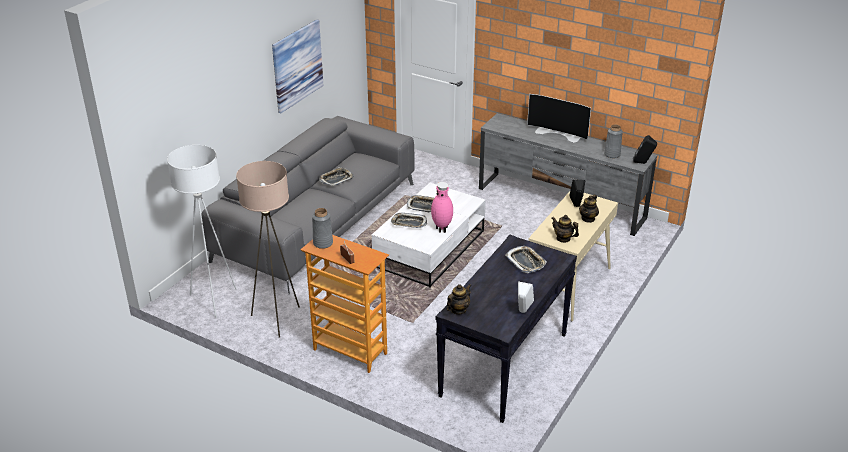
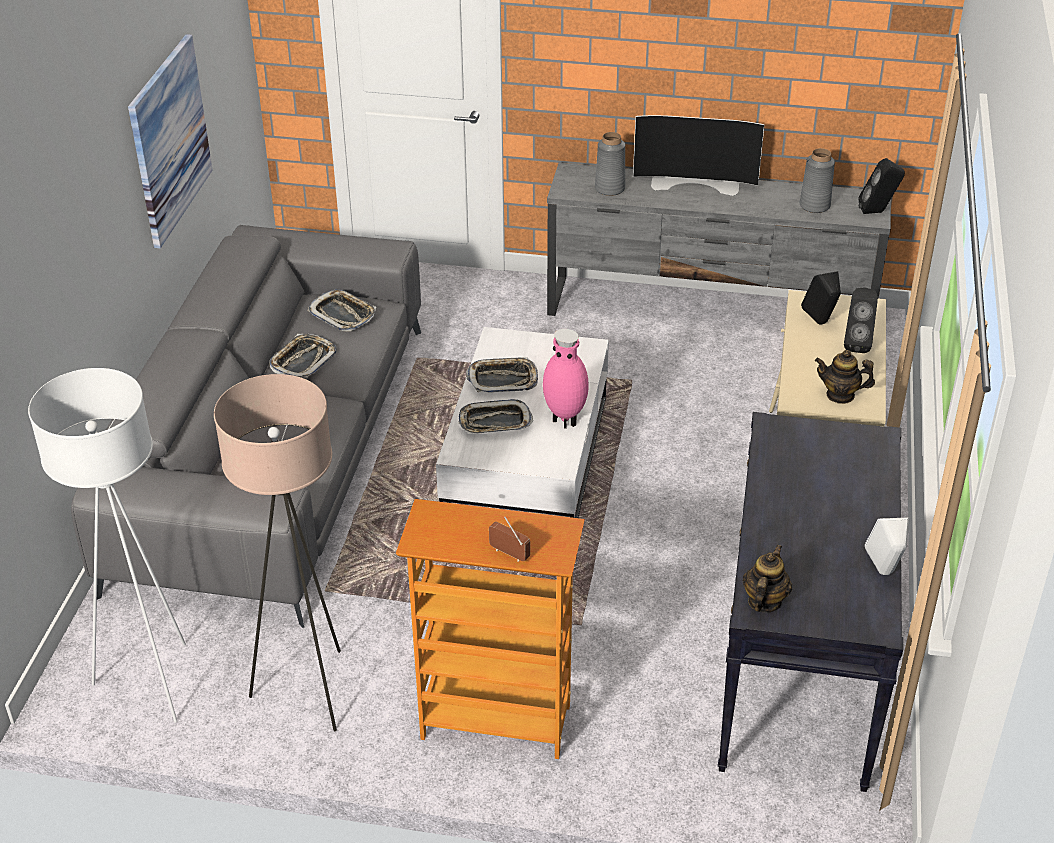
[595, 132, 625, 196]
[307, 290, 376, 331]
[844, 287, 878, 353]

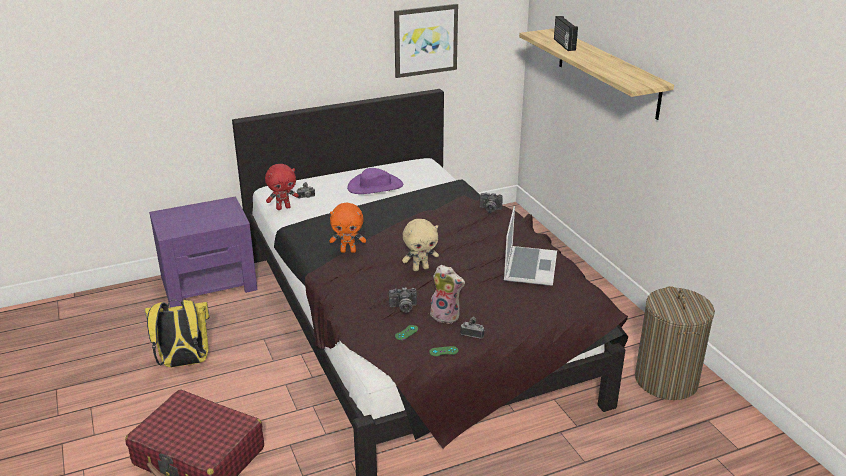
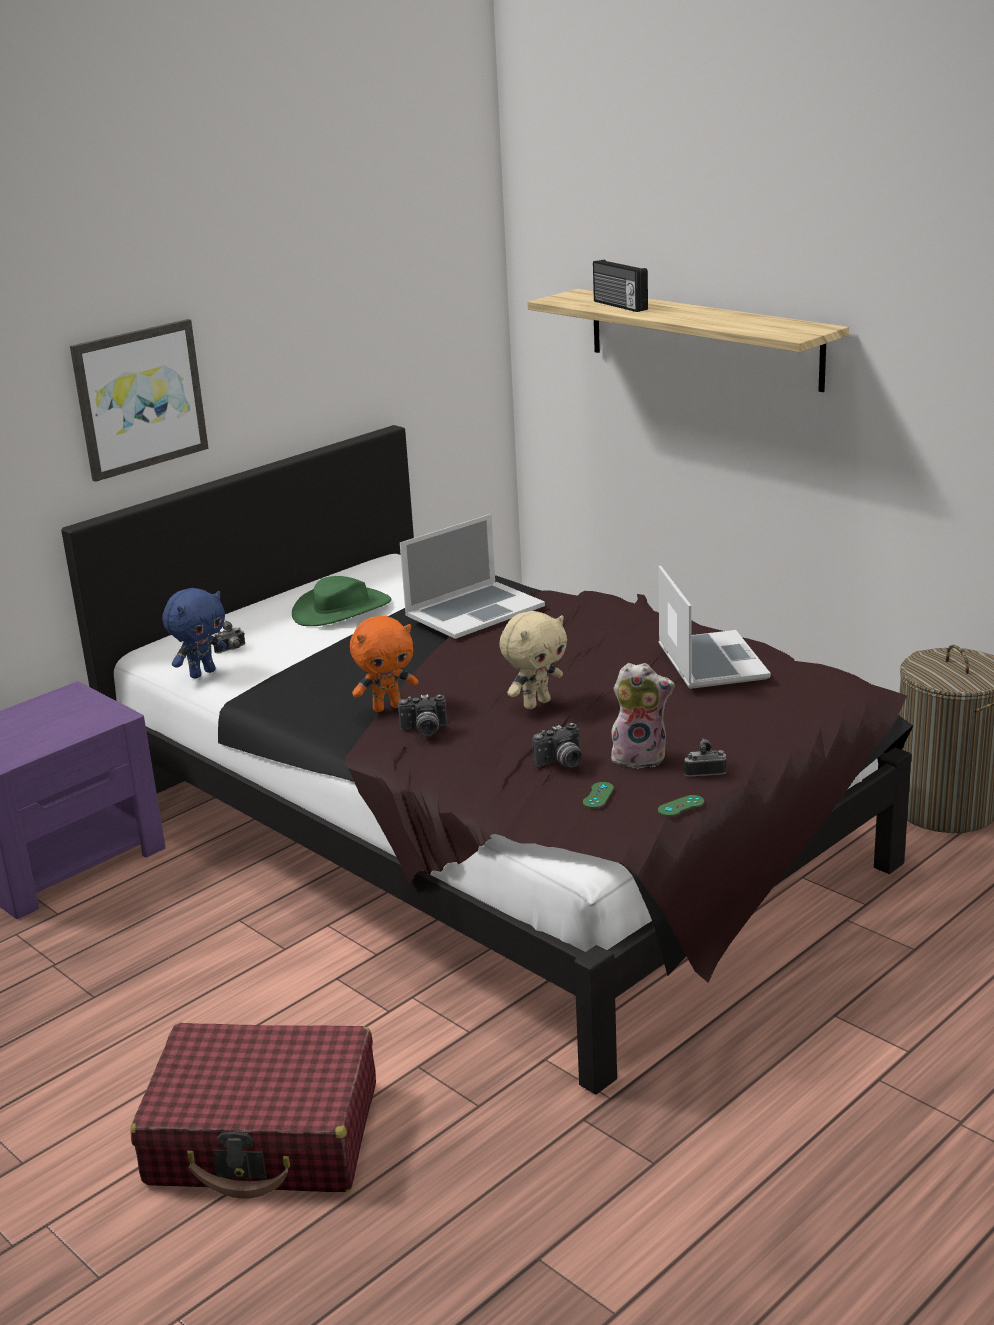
[145, 300, 210, 367] (first image)
[400, 514, 545, 639]
[70, 319, 209, 482]
[398, 694, 447, 736]
[162, 588, 227, 679]
[292, 576, 392, 626]

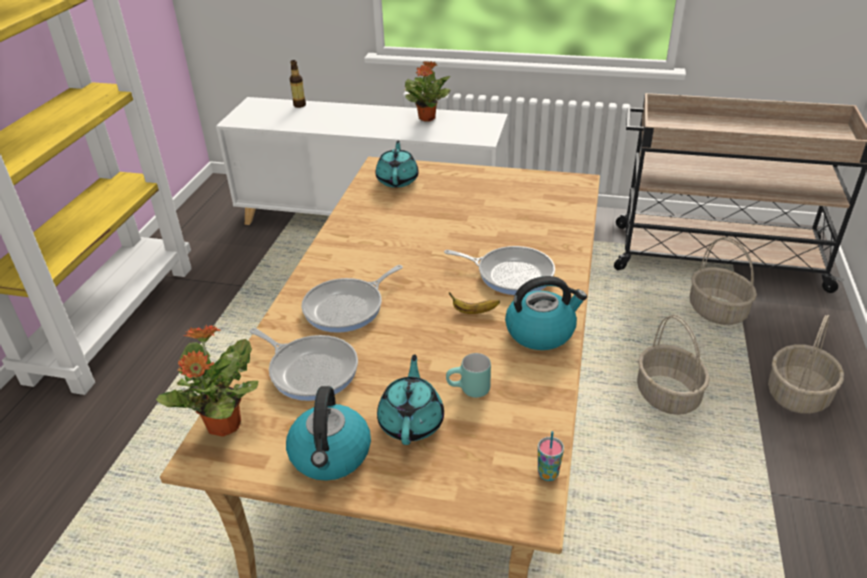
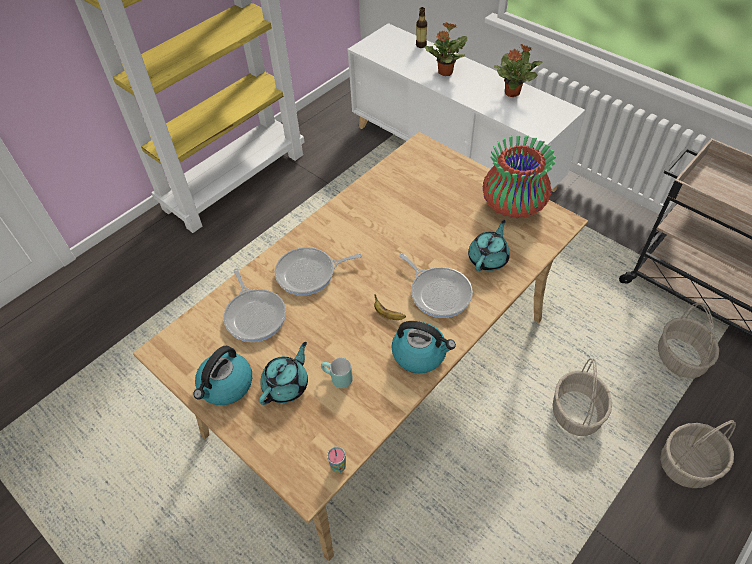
[483, 135, 556, 218]
[424, 22, 467, 76]
[468, 220, 510, 271]

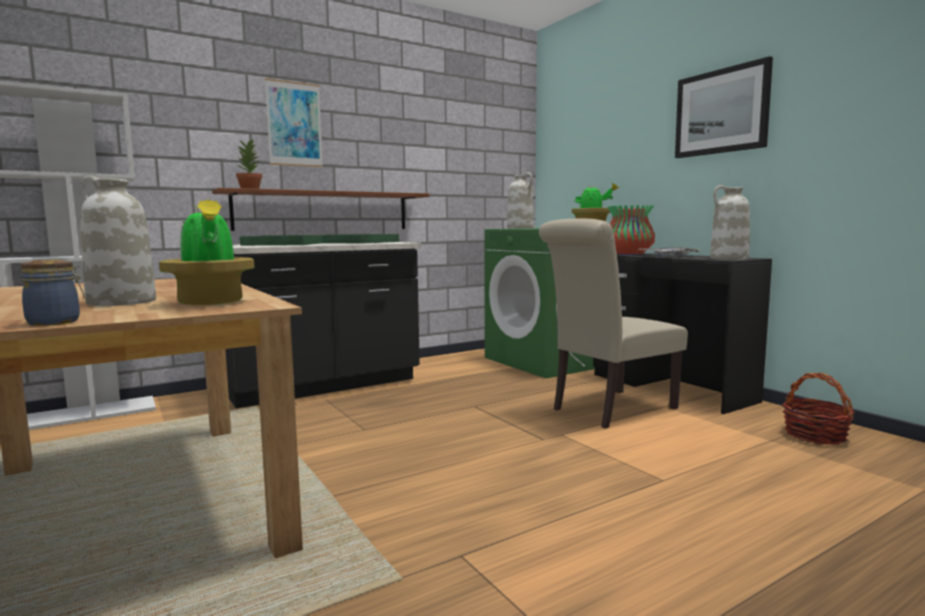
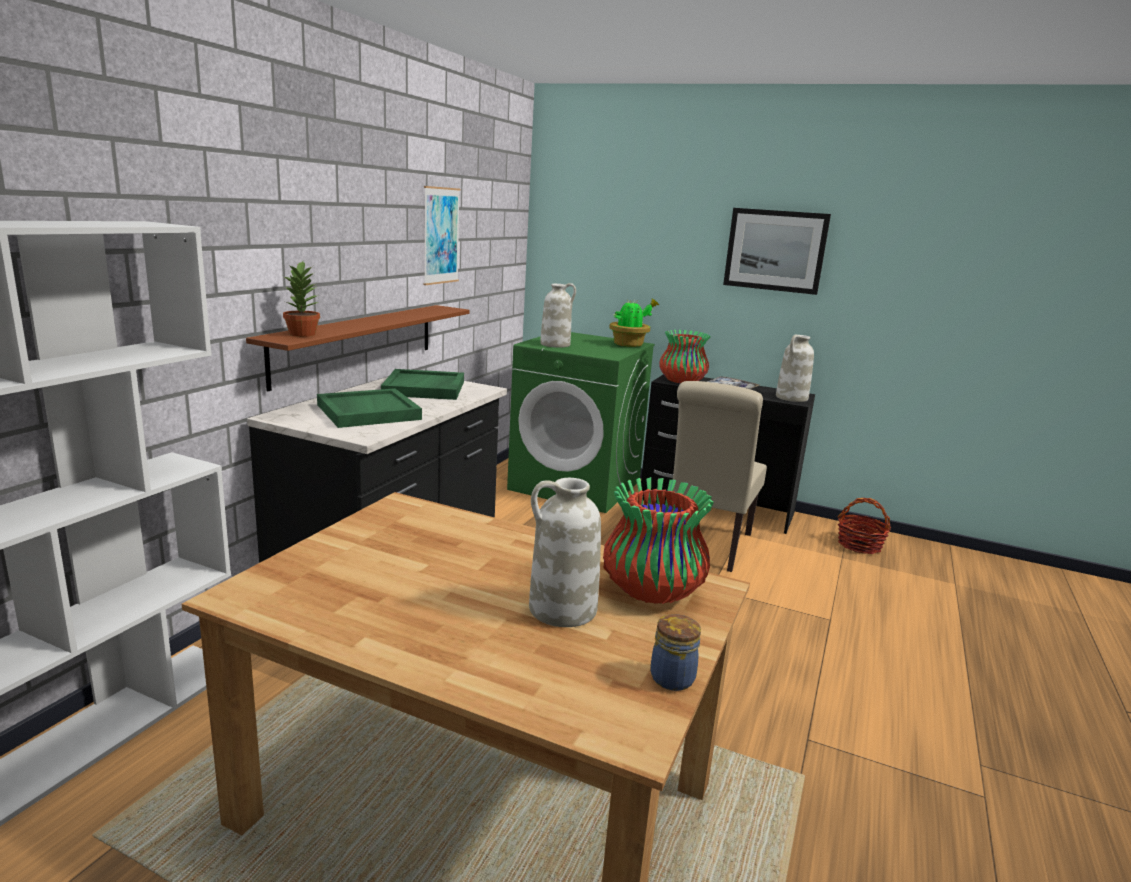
[424, 186, 461, 285]
[603, 477, 714, 604]

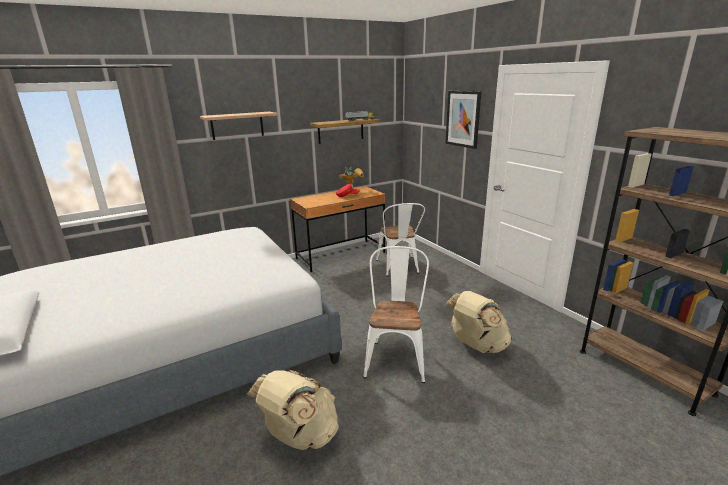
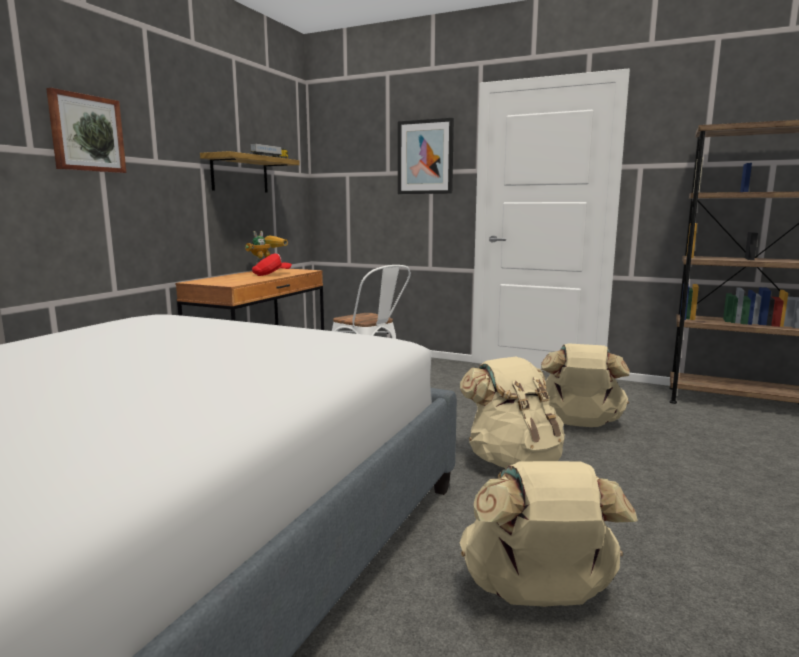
[46, 88, 126, 173]
[460, 357, 565, 468]

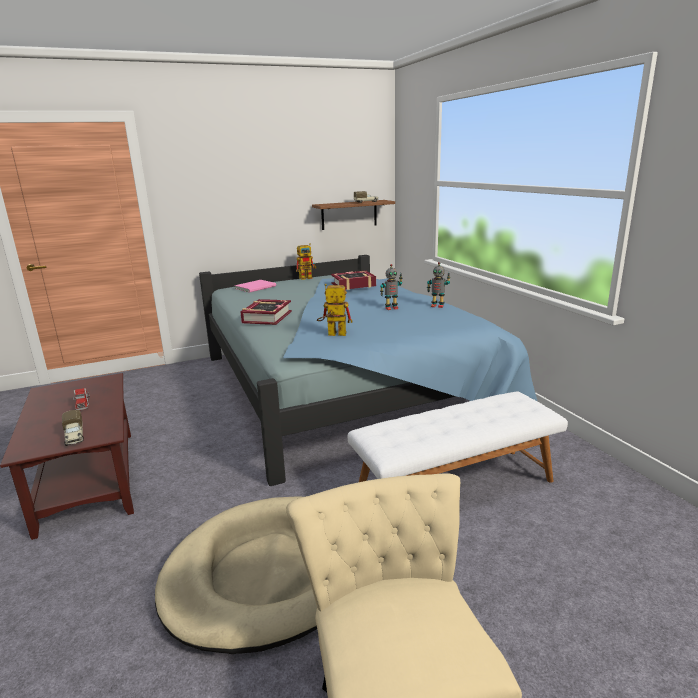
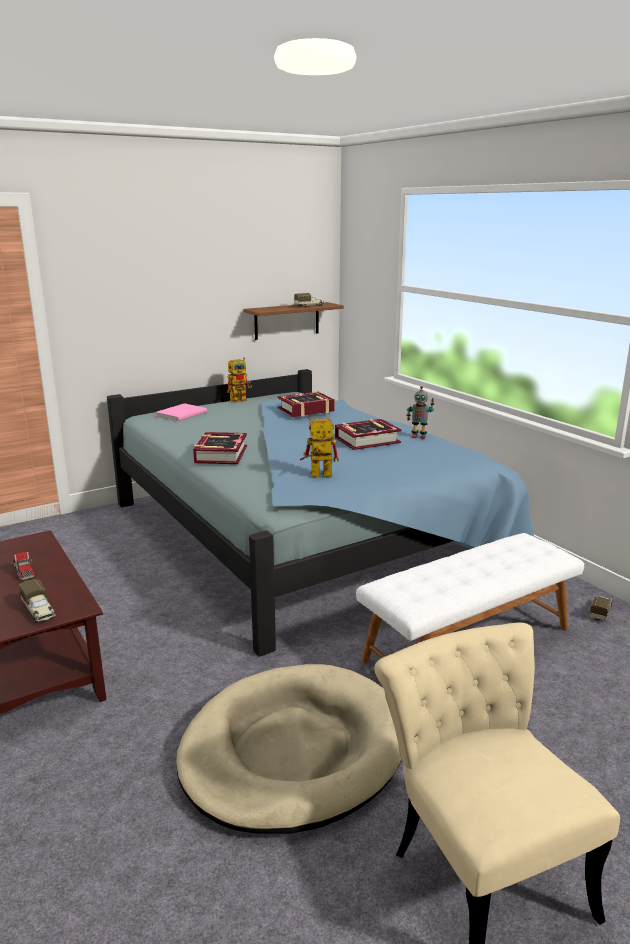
[590, 595, 612, 621]
[335, 419, 402, 450]

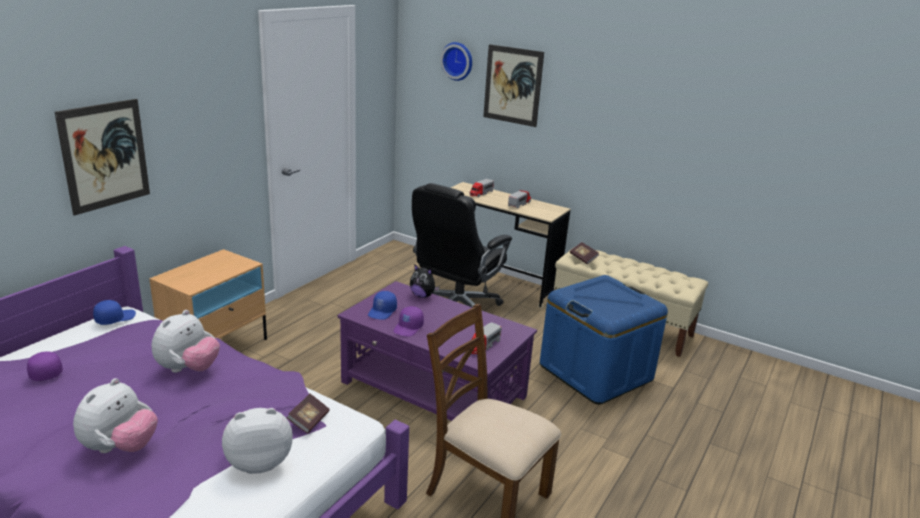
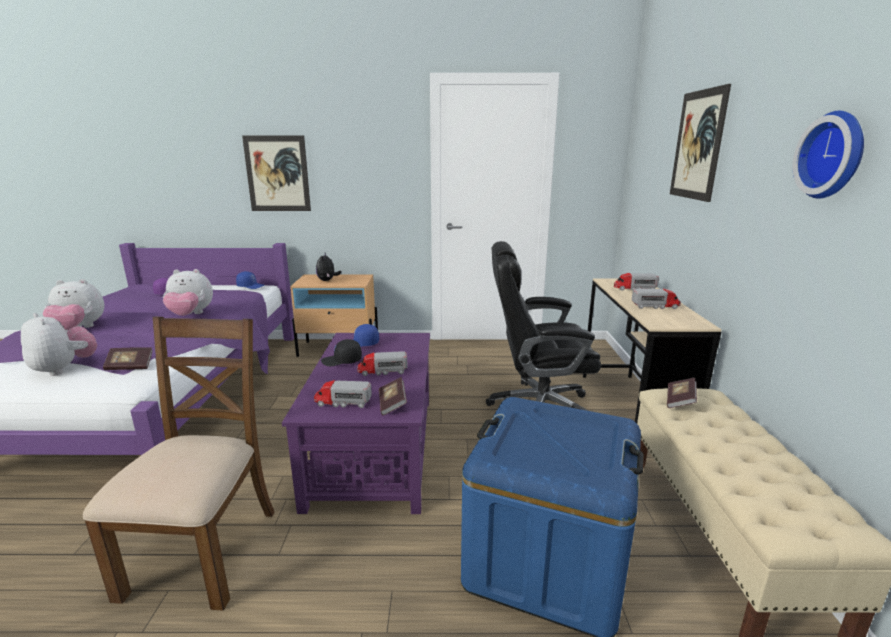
[358, 351, 407, 376]
[379, 377, 407, 415]
[316, 253, 341, 281]
[792, 111, 864, 199]
[321, 339, 362, 366]

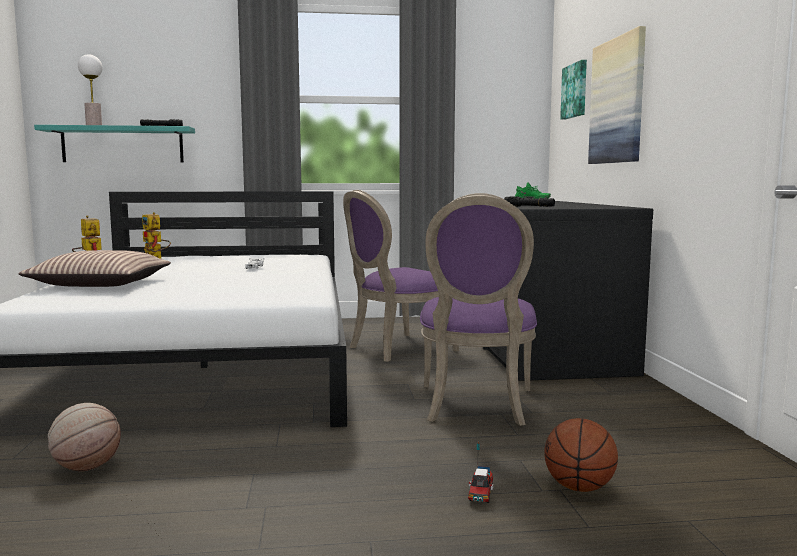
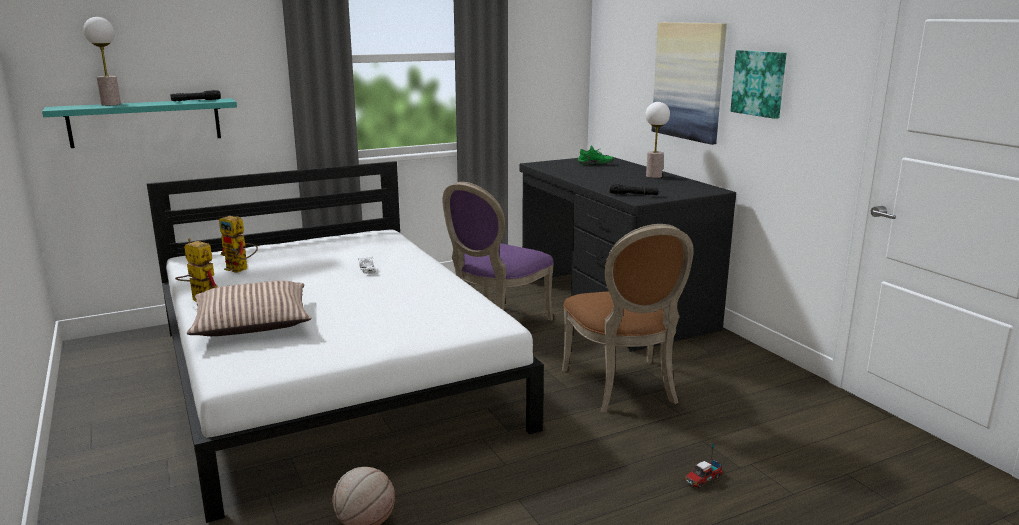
[544, 418, 618, 492] (first image)
[646, 102, 670, 178]
[730, 50, 786, 119]
[562, 224, 694, 412]
[684, 443, 723, 489]

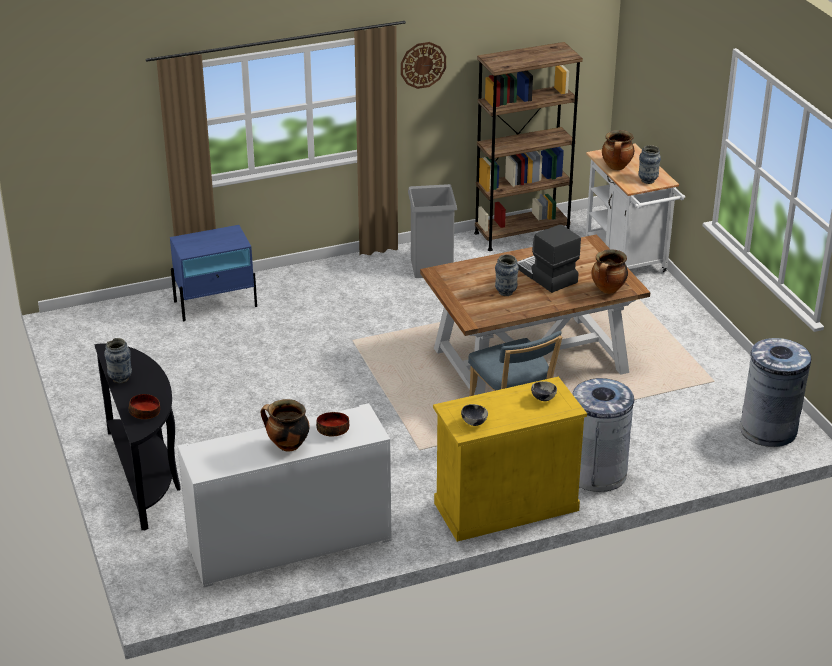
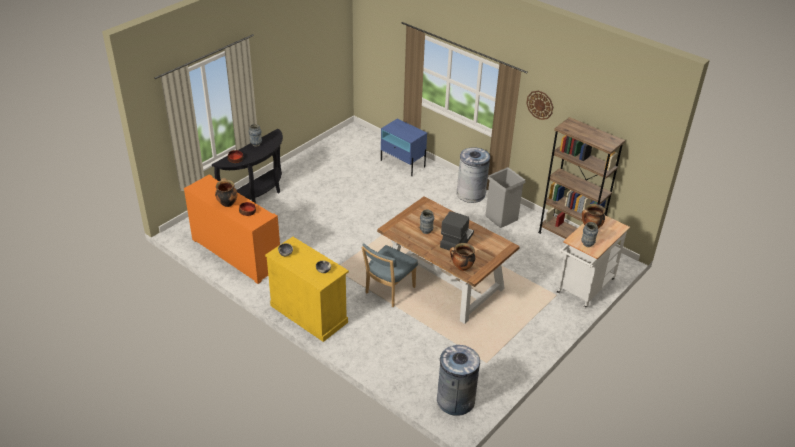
[456, 147, 490, 203]
[184, 175, 280, 284]

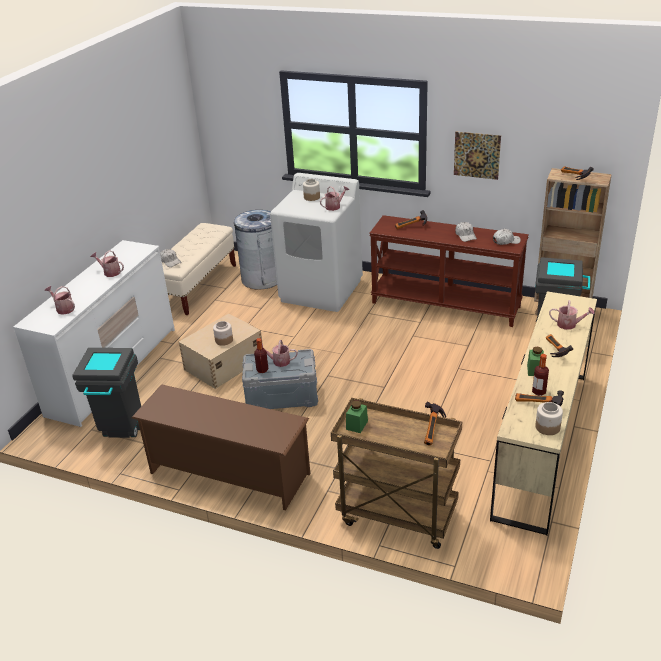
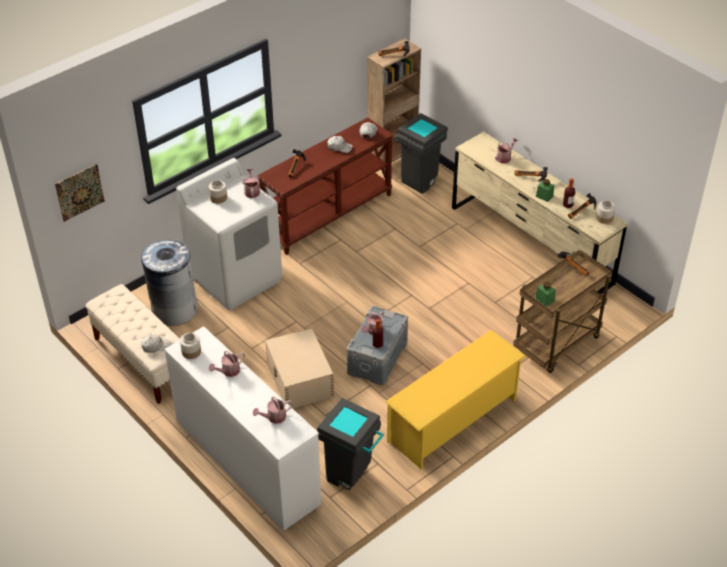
[180, 333, 201, 359]
[55, 164, 105, 222]
[385, 330, 526, 469]

